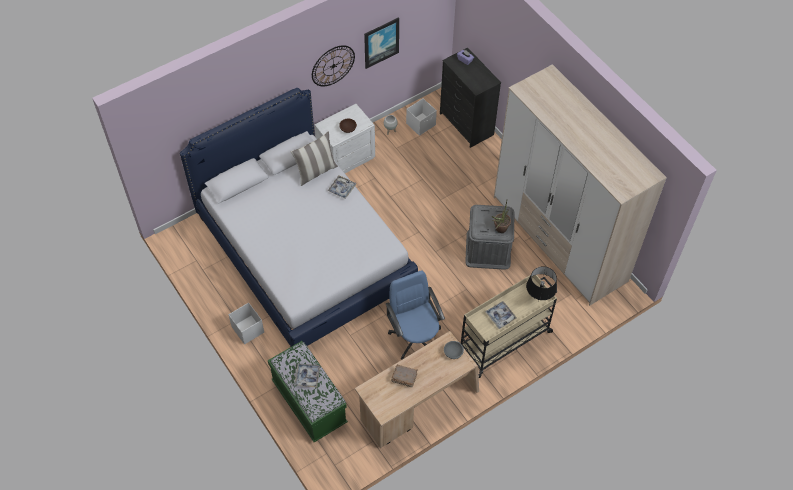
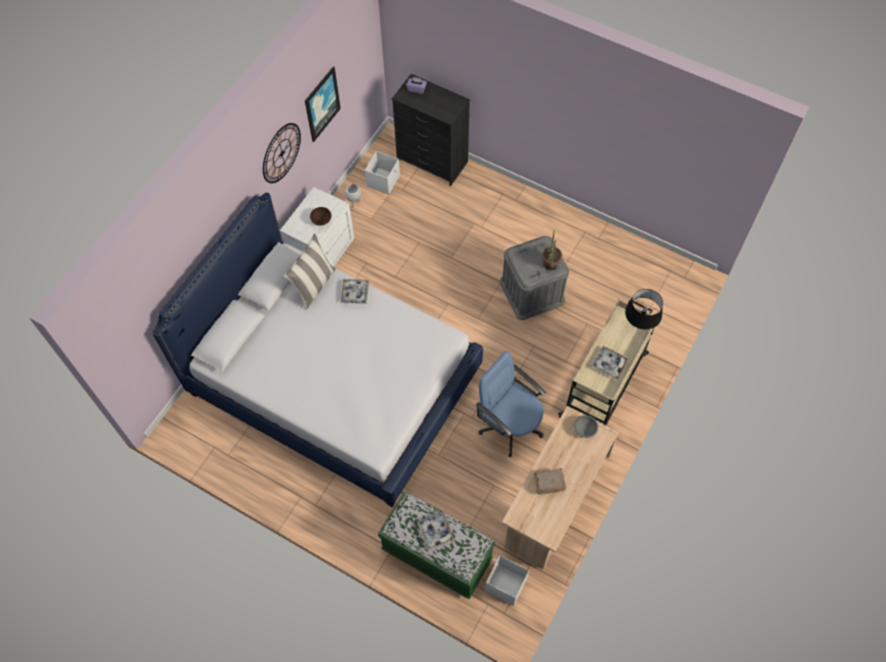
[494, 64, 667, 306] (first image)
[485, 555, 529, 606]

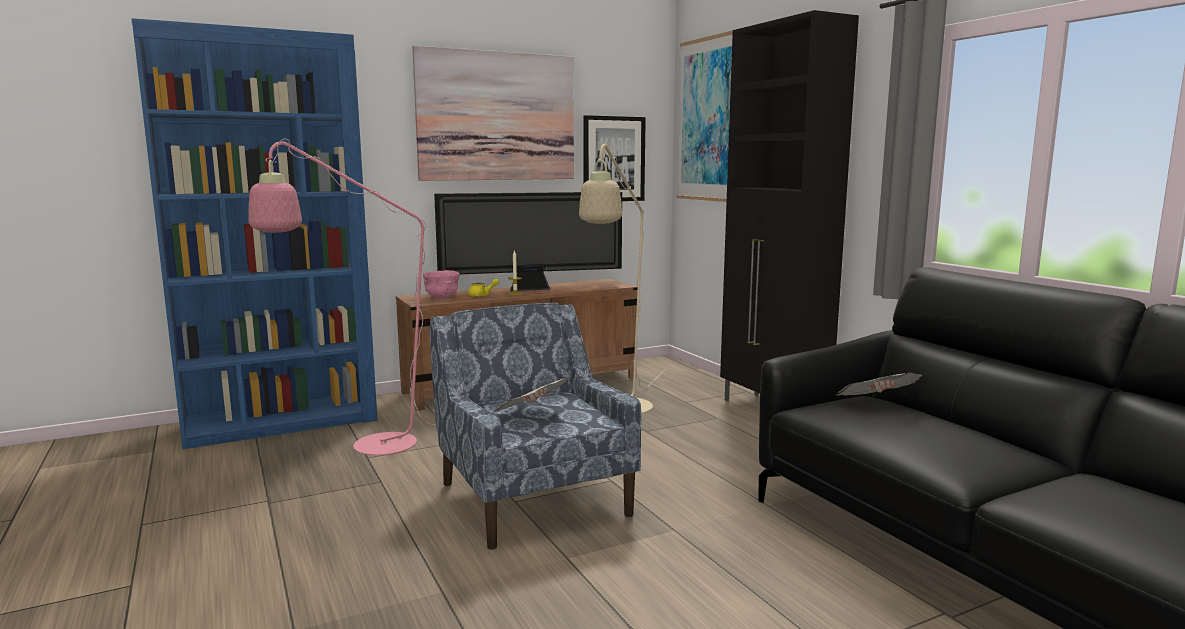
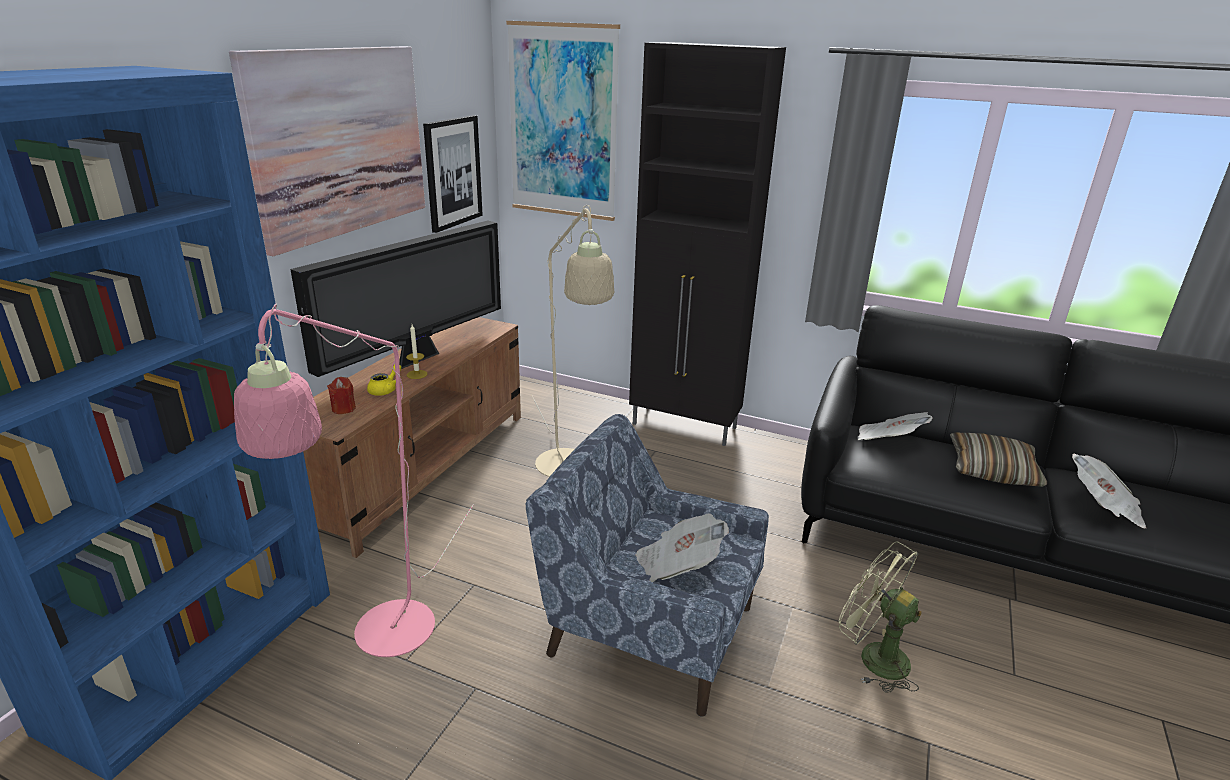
[839, 541, 922, 693]
[950, 433, 1047, 487]
[1072, 453, 1146, 528]
[327, 377, 356, 414]

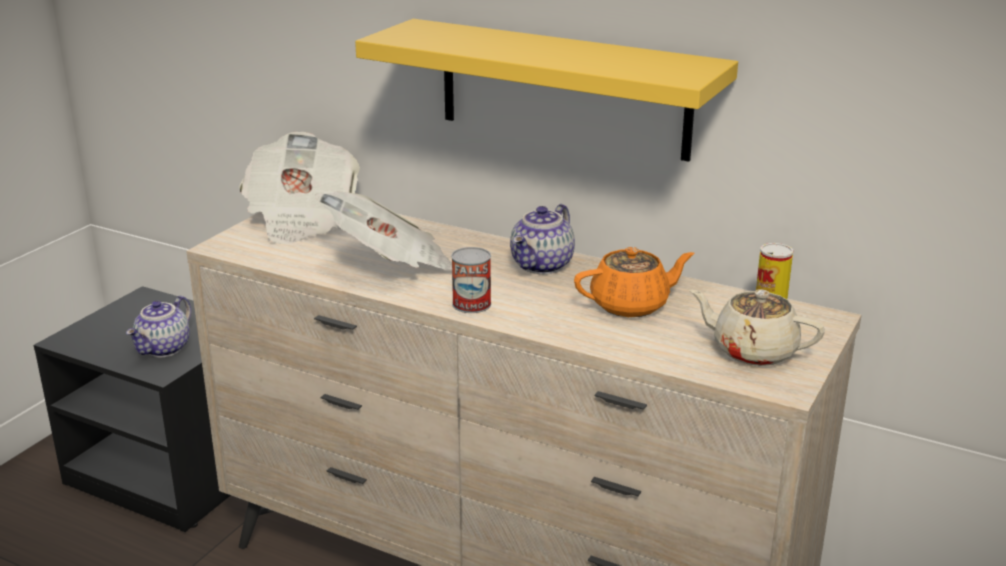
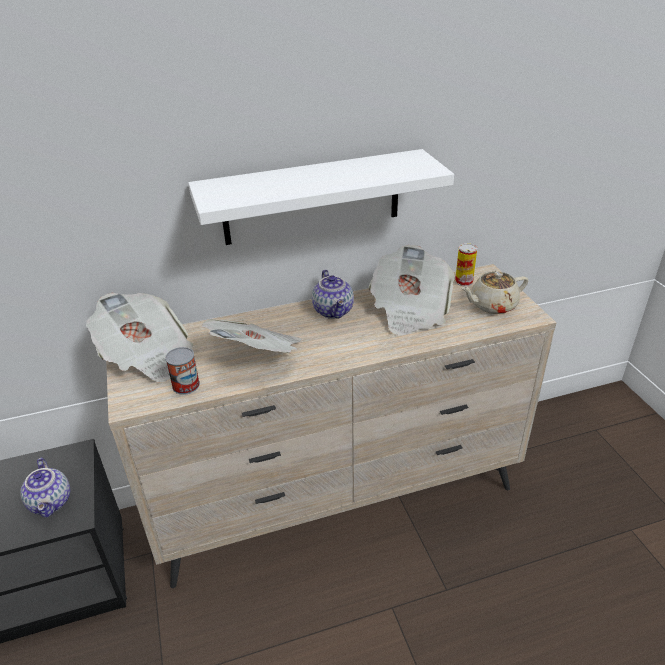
[165, 347, 200, 395]
[369, 245, 455, 335]
[188, 149, 454, 245]

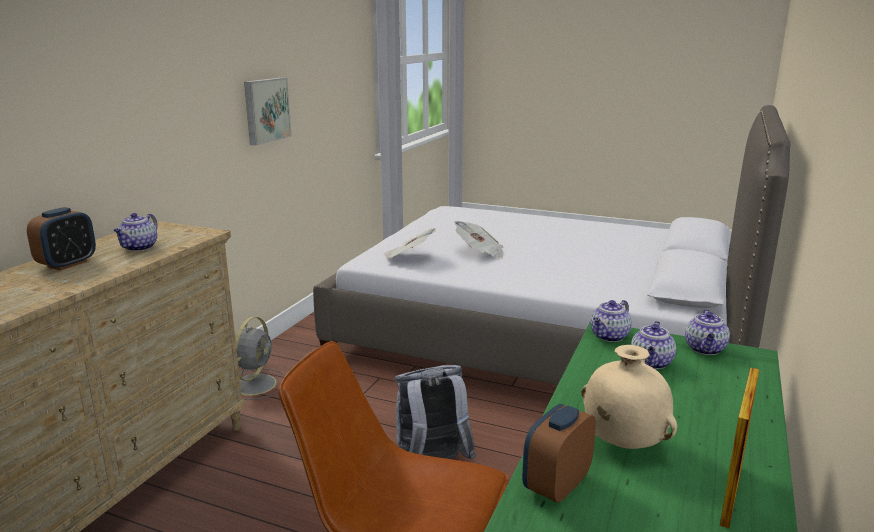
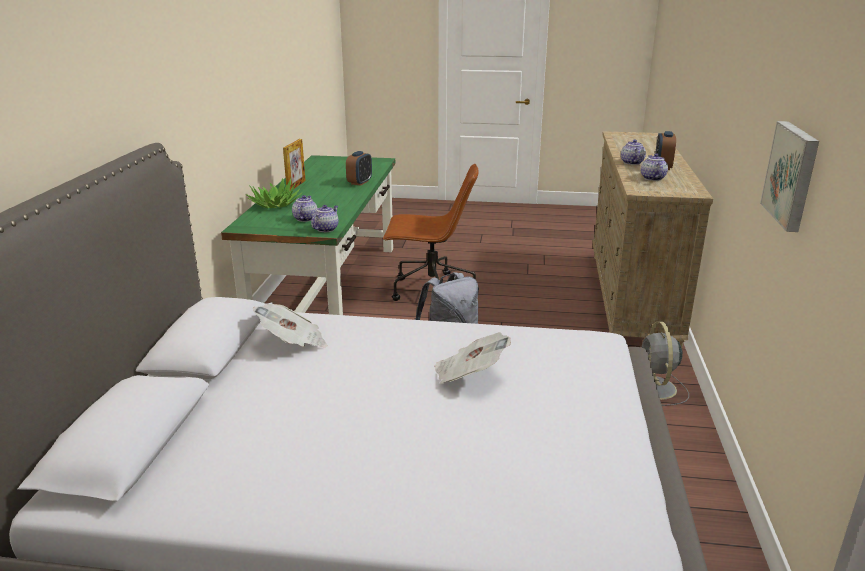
[581, 345, 677, 449] (first image)
[246, 178, 302, 209]
[253, 304, 327, 347]
[621, 140, 646, 165]

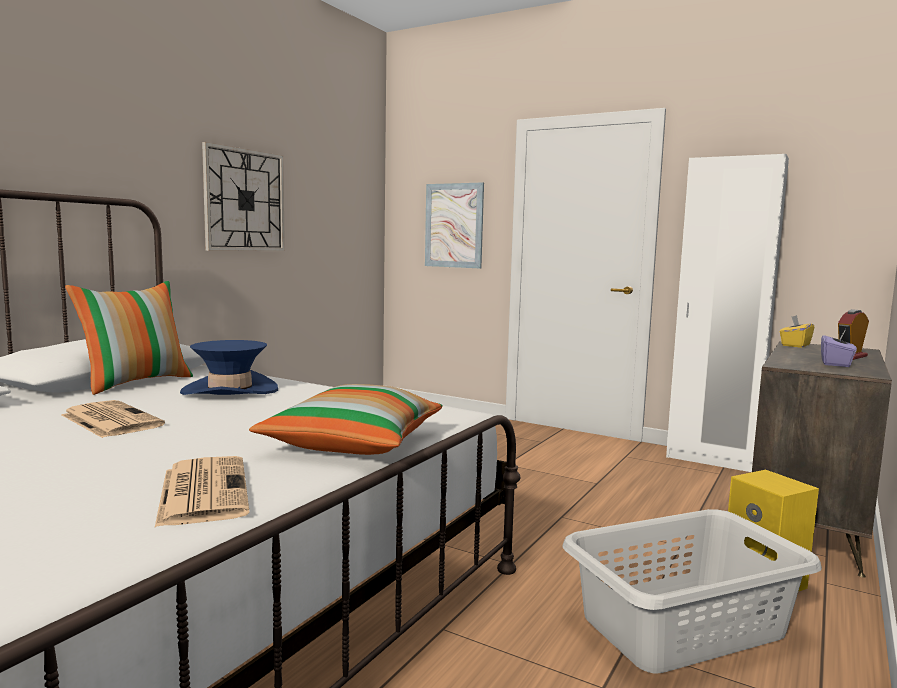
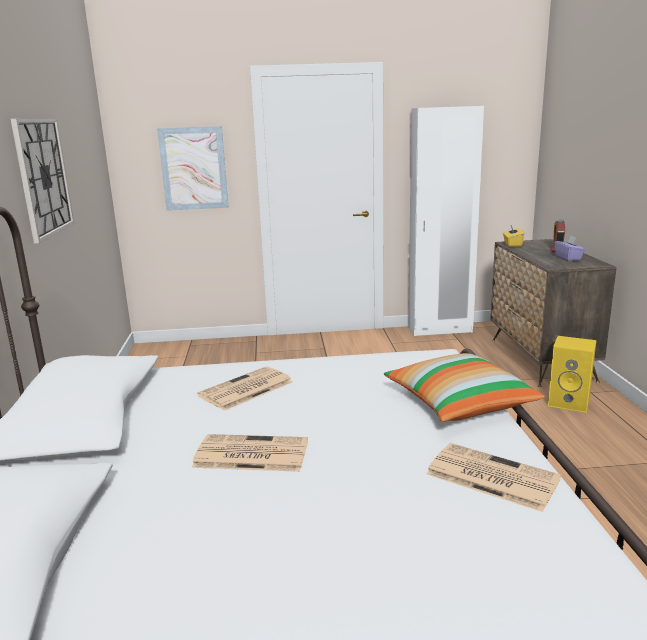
[65, 281, 193, 395] (first image)
[563, 509, 822, 674] (first image)
[197, 367, 293, 411]

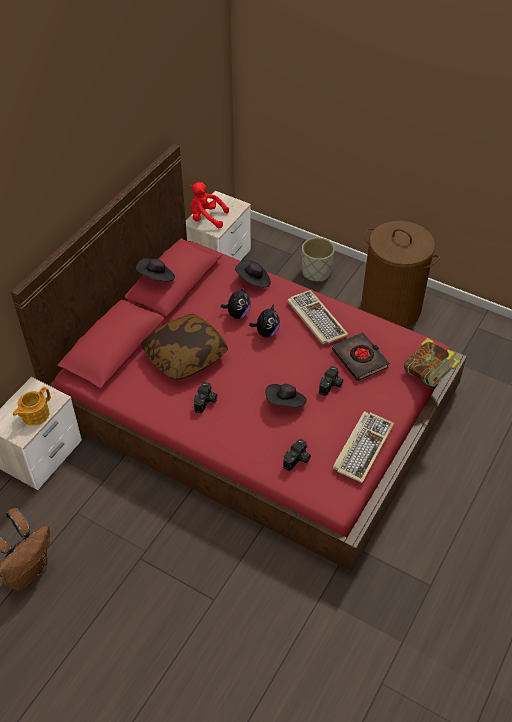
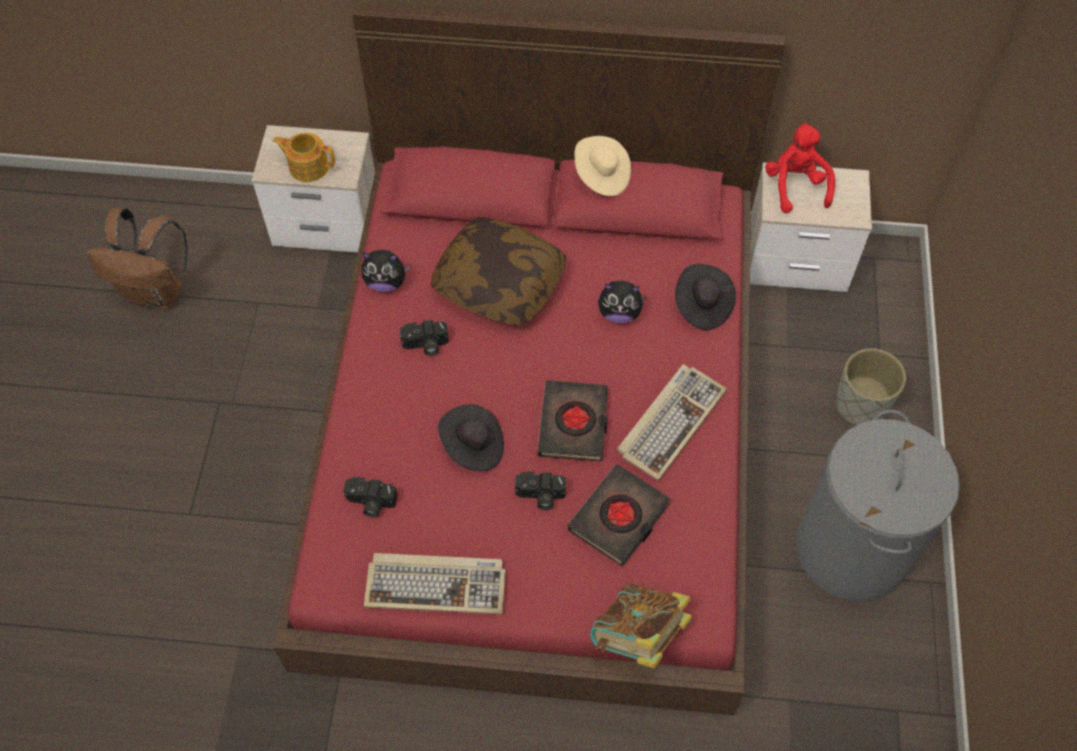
[537, 380, 608, 462]
[361, 250, 411, 292]
[575, 136, 631, 196]
[796, 410, 960, 601]

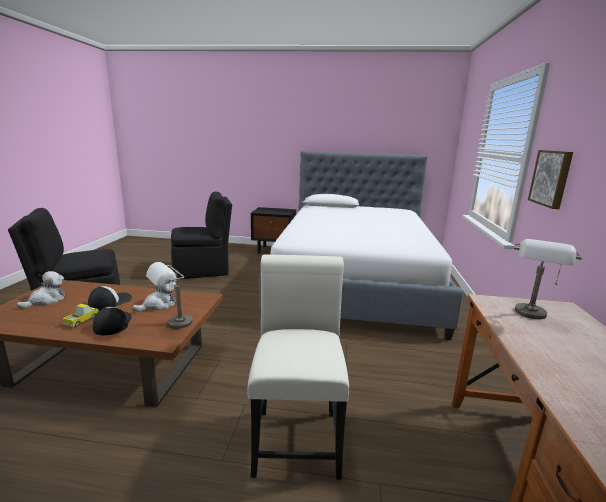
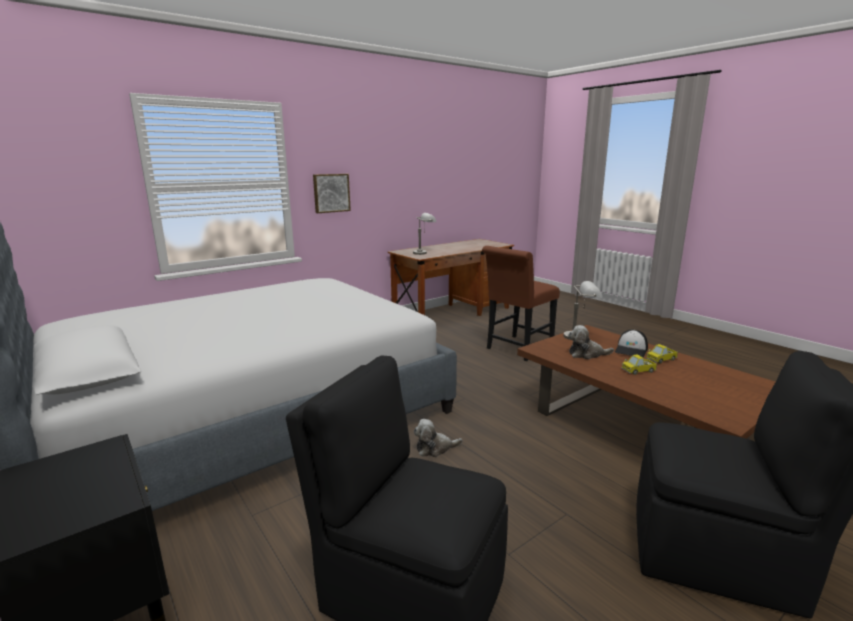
[414, 419, 463, 457]
[621, 355, 657, 375]
[482, 246, 560, 361]

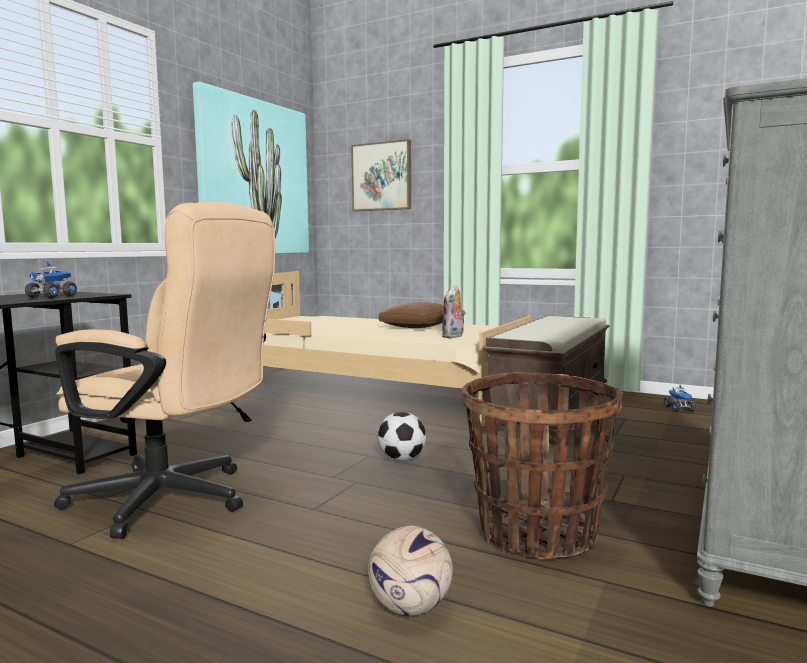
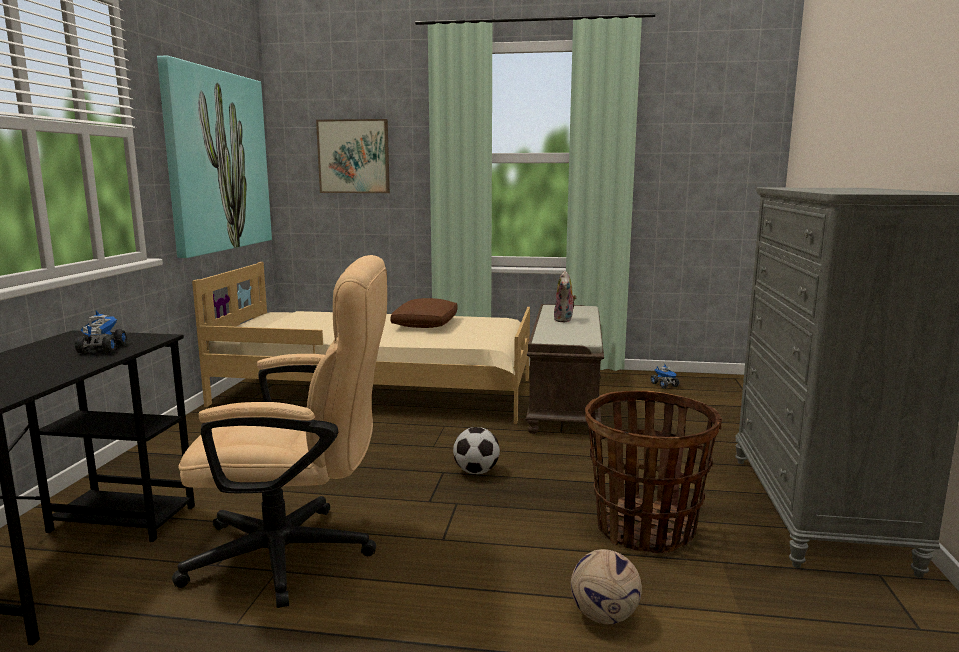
[554, 271, 577, 322]

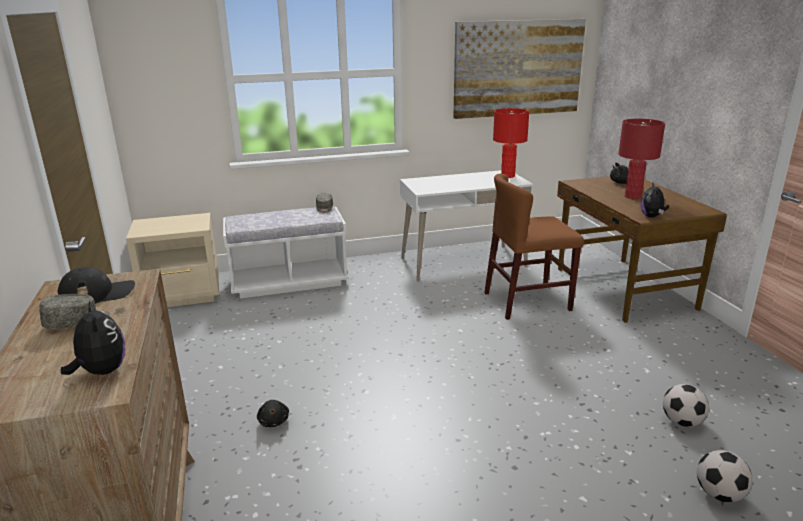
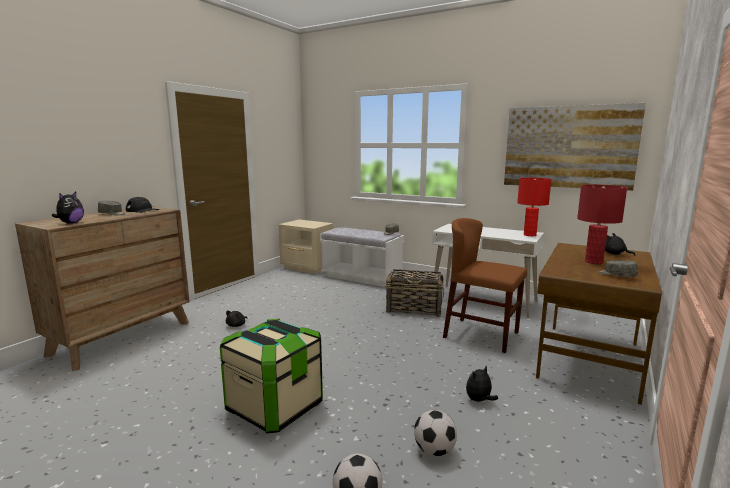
[220, 319, 323, 433]
[385, 269, 444, 317]
[598, 260, 638, 277]
[466, 366, 498, 402]

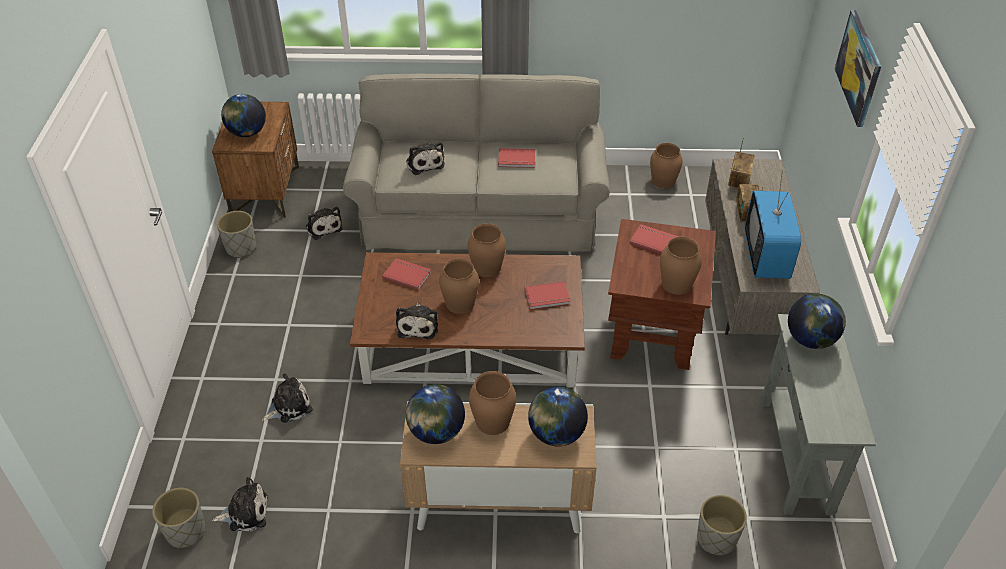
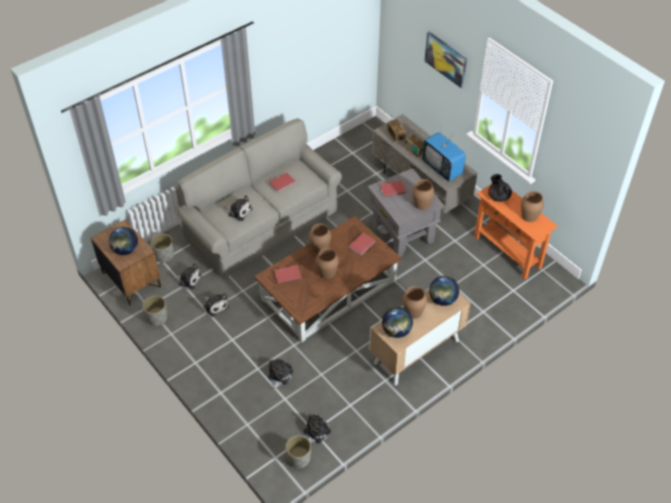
[204, 293, 229, 317]
[521, 191, 544, 222]
[151, 234, 174, 263]
[488, 174, 512, 202]
[367, 168, 445, 257]
[474, 184, 558, 280]

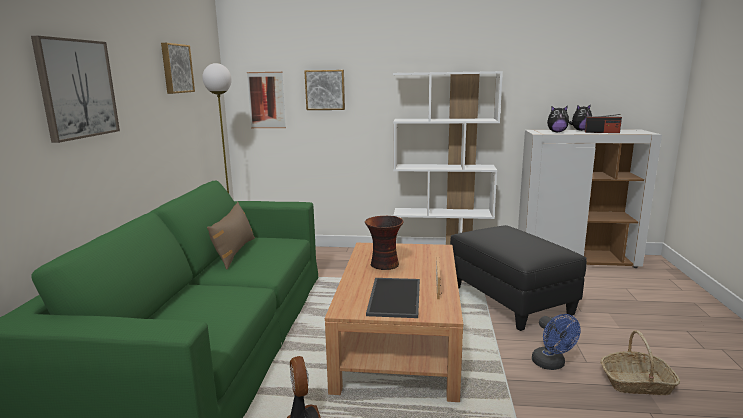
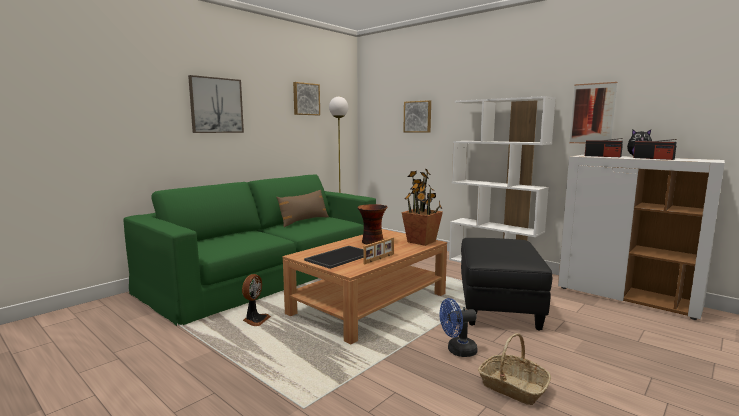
[402, 169, 443, 246]
[569, 82, 617, 144]
[585, 138, 623, 157]
[439, 298, 478, 357]

